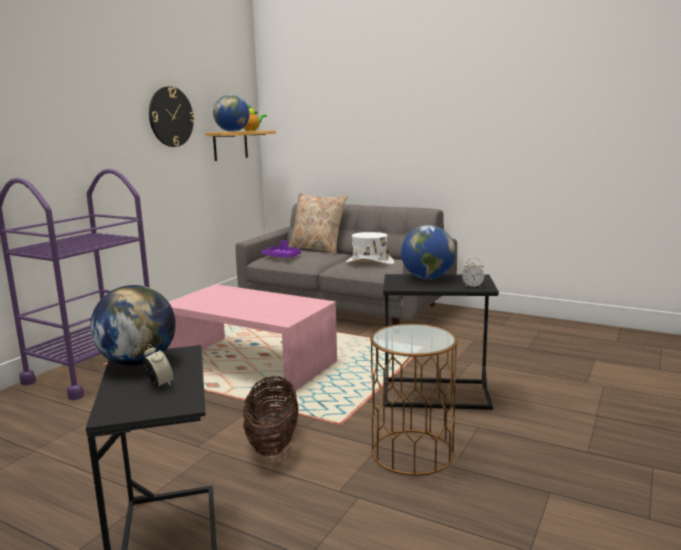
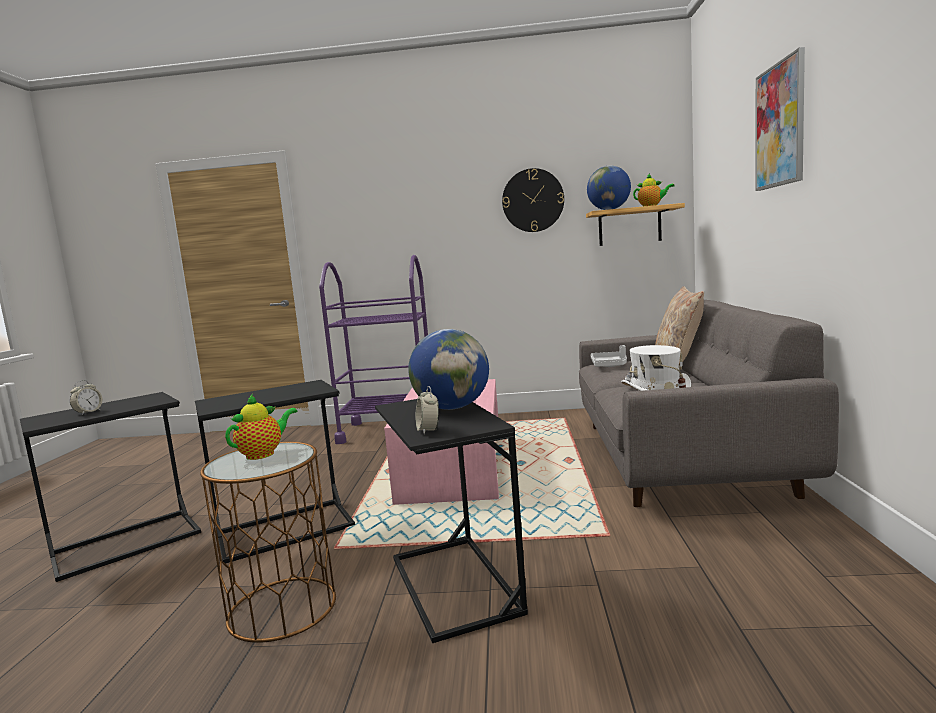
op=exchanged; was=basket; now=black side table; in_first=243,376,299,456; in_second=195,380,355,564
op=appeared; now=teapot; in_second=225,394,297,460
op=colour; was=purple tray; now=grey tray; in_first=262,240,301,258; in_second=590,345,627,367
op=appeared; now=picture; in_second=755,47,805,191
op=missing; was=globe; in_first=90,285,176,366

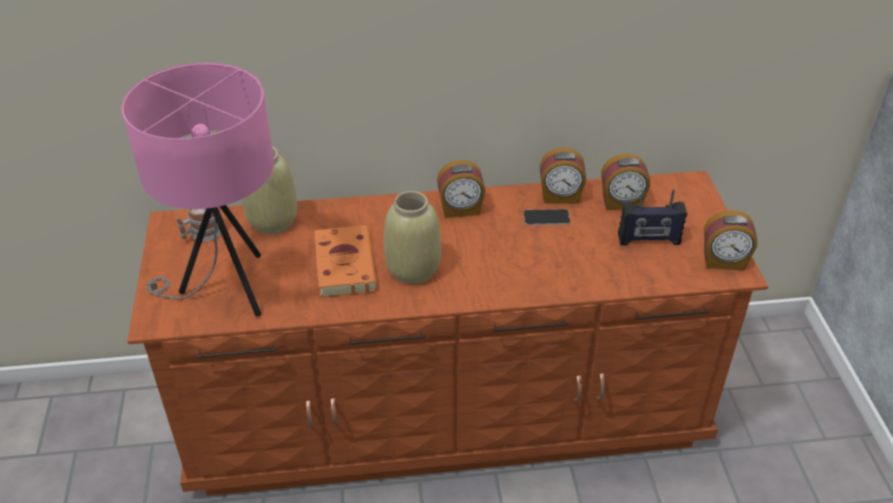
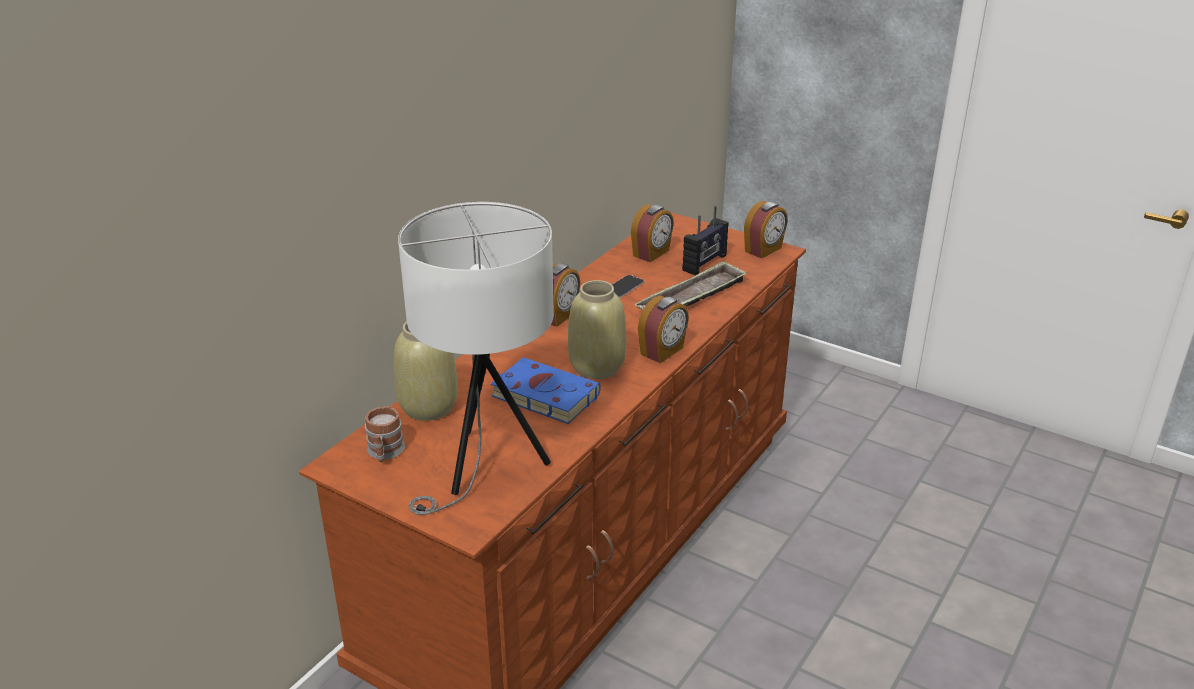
op=colour; was=pink table lamp; now=white table lamp; in_first=122,63,274,317; in_second=398,202,554,515
op=colour; was=orange book; now=blue book; in_first=314,225,377,298; in_second=491,357,601,424
op=appeared; now=tray; in_second=634,260,747,311
op=relocated; was=alarm clock; in_first=540,148,586,204; in_second=638,296,689,363

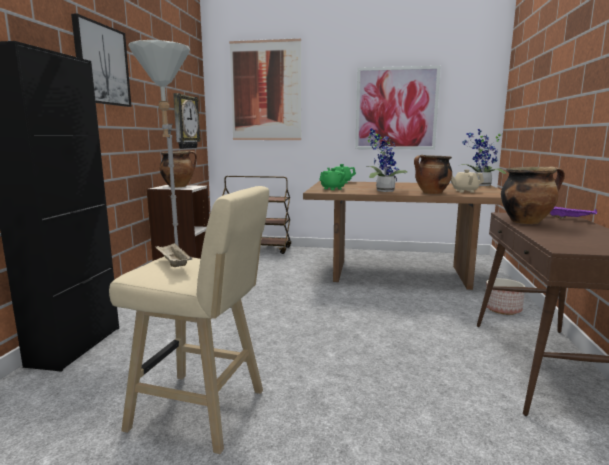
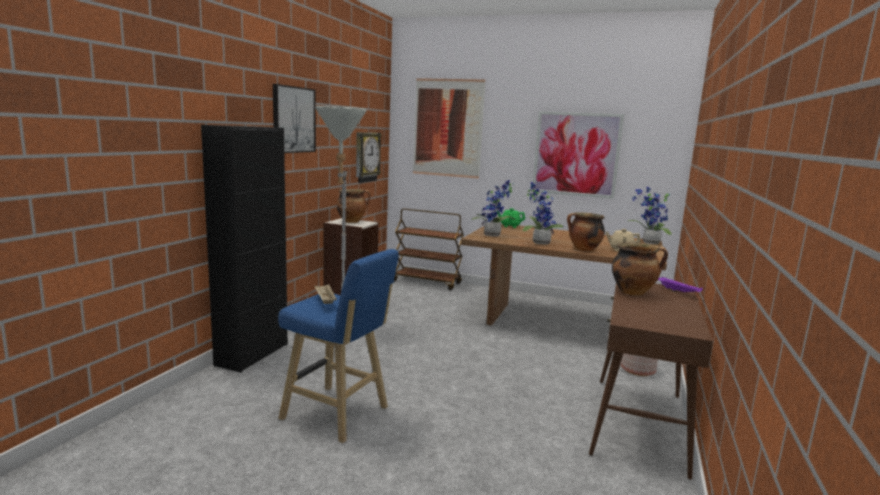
op=colour; was=beige stool; now=blue stool; in_first=109,186,269,454; in_second=278,249,399,443
op=exchanged; was=green teapot; now=potted plant; in_first=319,168,346,190; in_second=471,180,516,236

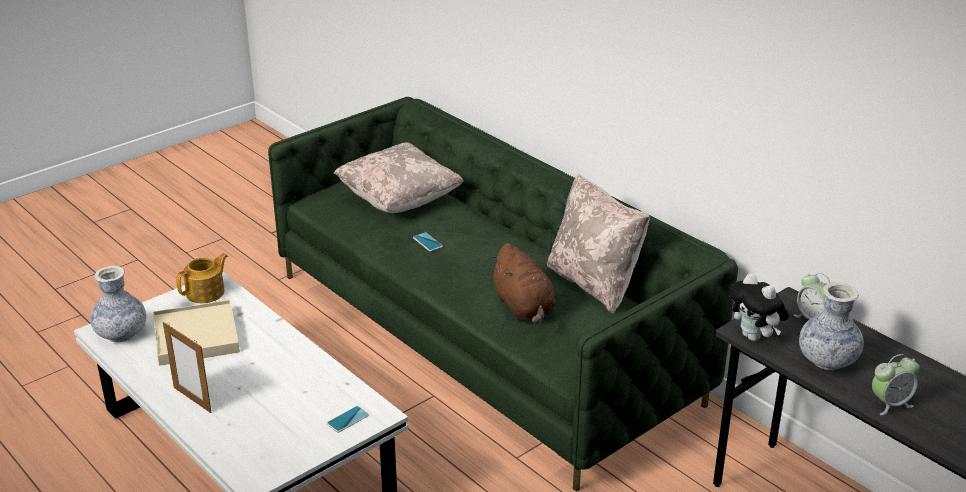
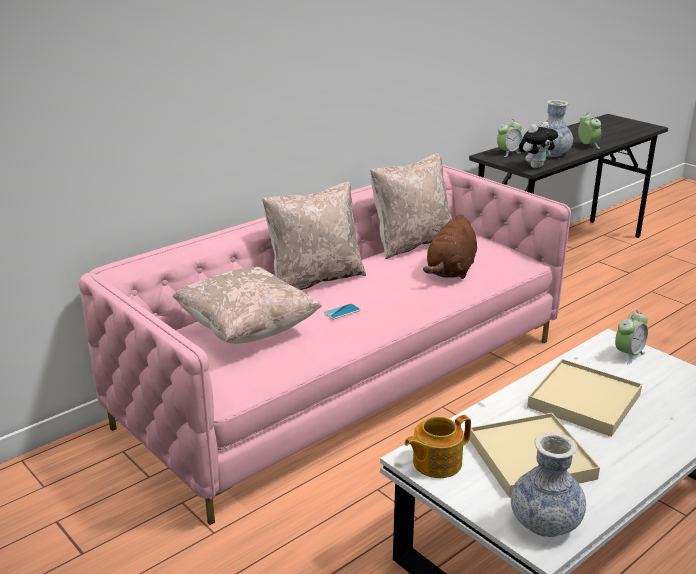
op=colour; was=green sofa; now=pink sofa; in_first=268,97,738,491; in_second=79,165,571,525
op=appeared; now=beige pillow; in_second=262,182,366,290
op=spun; was=teapot; in_first=176,253,228,303; in_second=405,415,471,478; clockwise=-75
op=spun; was=brown plush toy; in_first=490,243,556,325; in_second=423,214,477,279; clockwise=135
op=appeared; now=beige tray; in_second=527,359,642,437
op=exchanged; was=phone; now=alarm clock; in_first=327,406,369,432; in_second=615,310,648,364
op=missing; was=picture frame; in_first=163,322,212,413

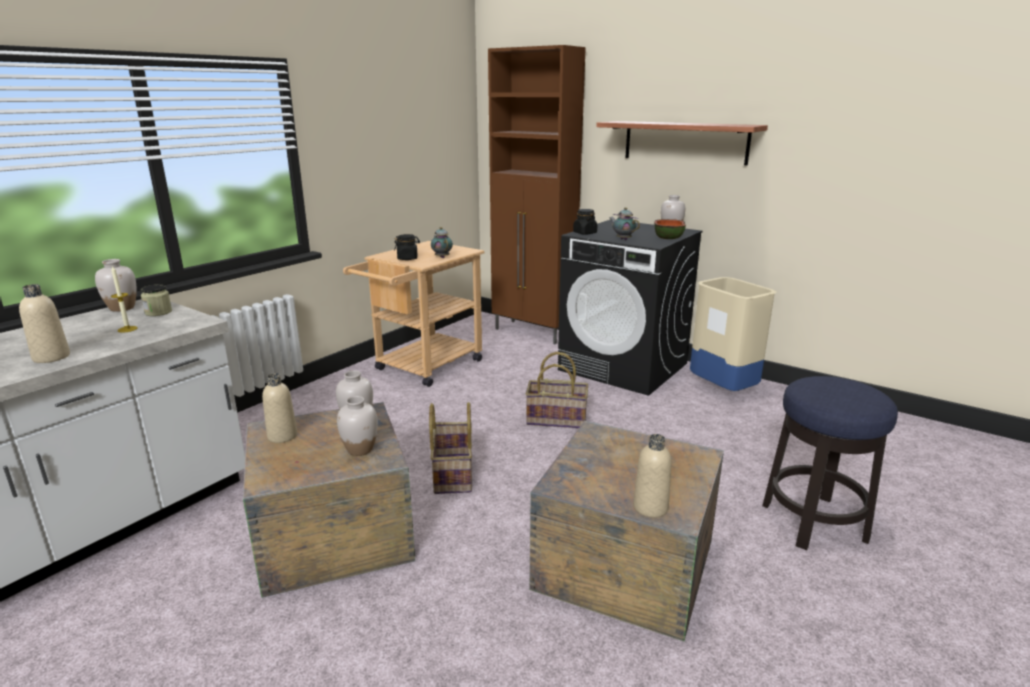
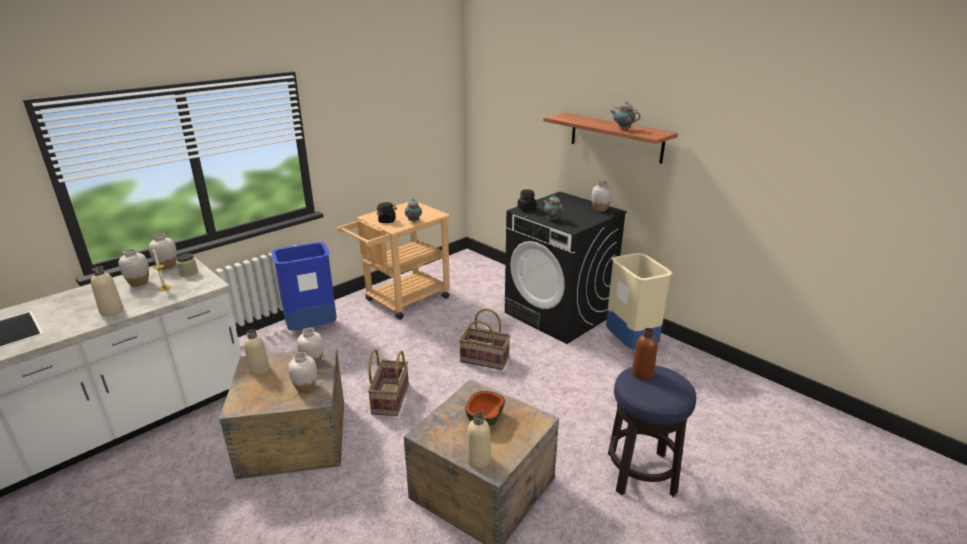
op=appeared; now=white vase; in_second=119,249,149,287
op=appeared; now=blue trash can; in_second=271,242,337,331
op=relocated; was=bowl; in_first=654,219,686,239; in_second=465,391,505,426
op=appeared; now=teapot; in_second=611,102,641,130
op=appeared; now=brown bottle; in_second=632,328,658,380
op=missing; was=brown cabinet; in_first=488,45,586,344

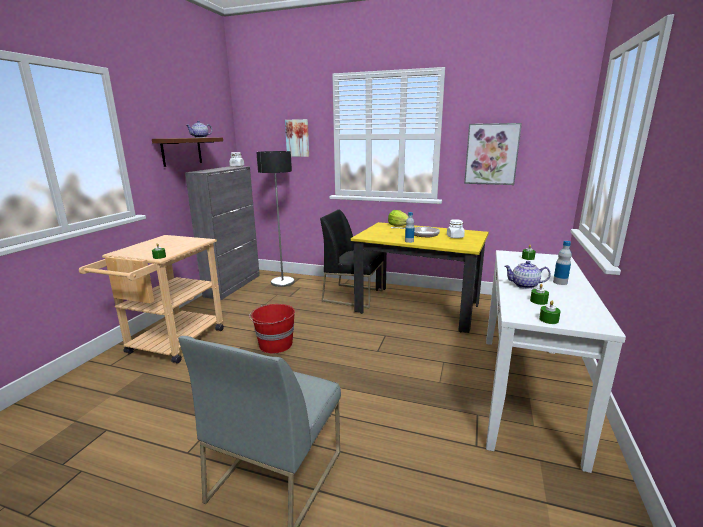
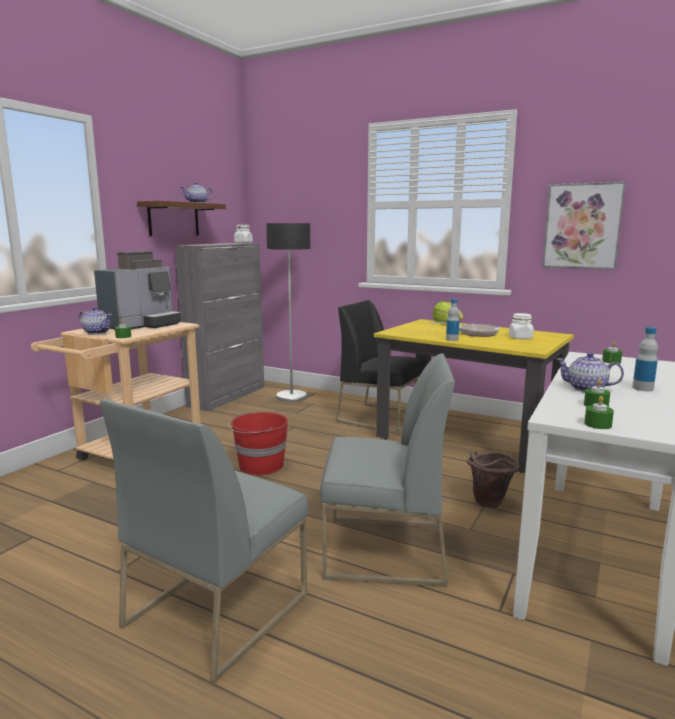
op=appeared; now=teapot; in_second=79,307,112,334
op=appeared; now=coffee machine; in_second=94,251,181,330
op=appeared; now=grey chair; in_second=320,354,455,587
op=appeared; now=brown bucket; in_second=467,451,520,508
op=missing; was=picture; in_first=285,119,309,157

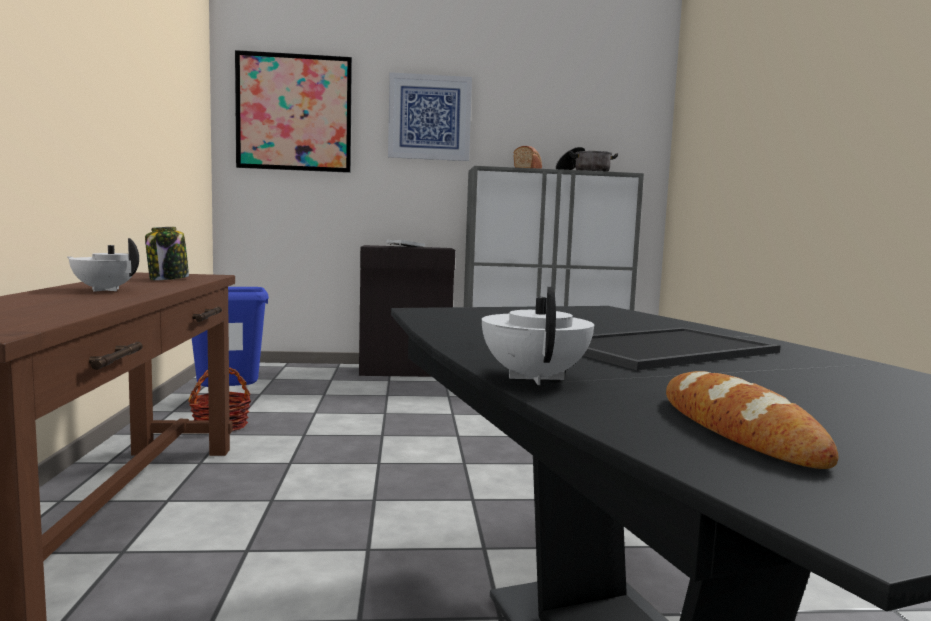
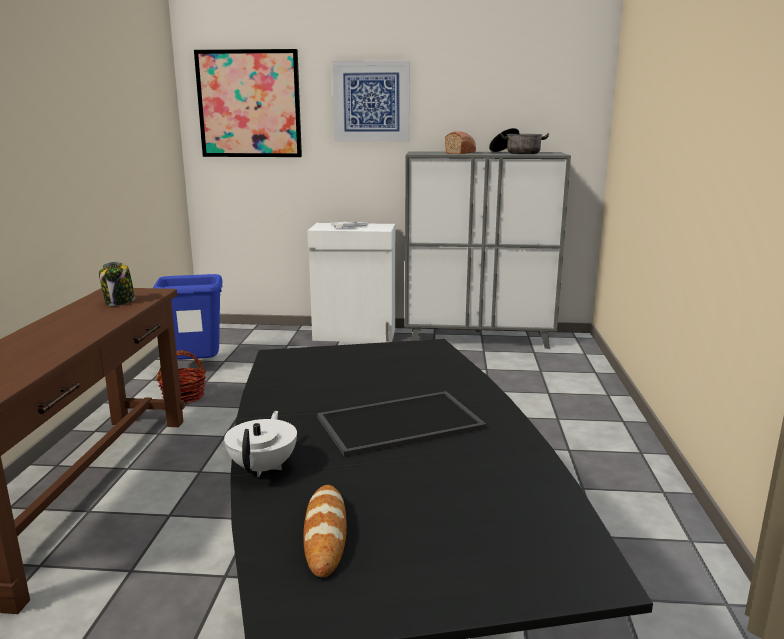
op=colour; was=black cabinet; now=white cabinet; in_first=359,245,455,377; in_second=307,223,395,343
op=missing; was=white teapot; in_first=67,238,139,292

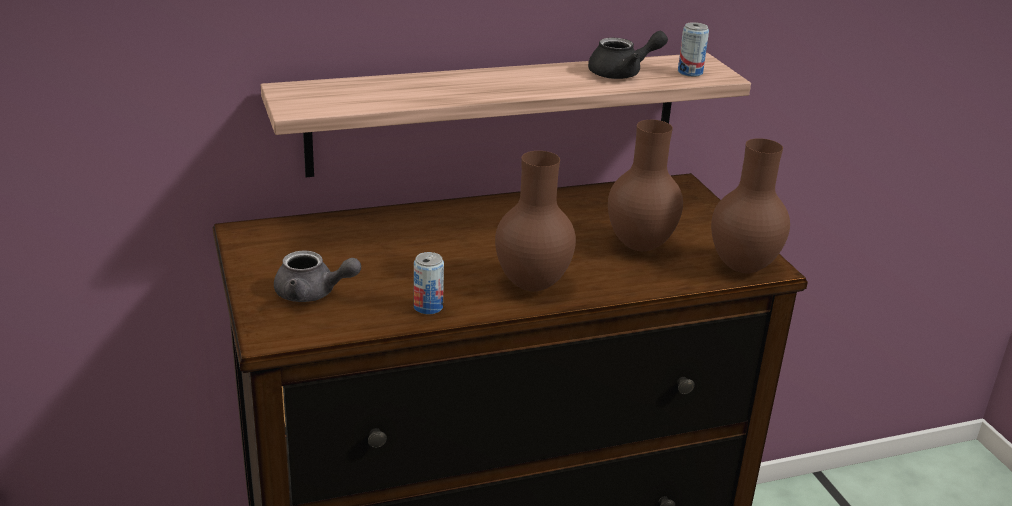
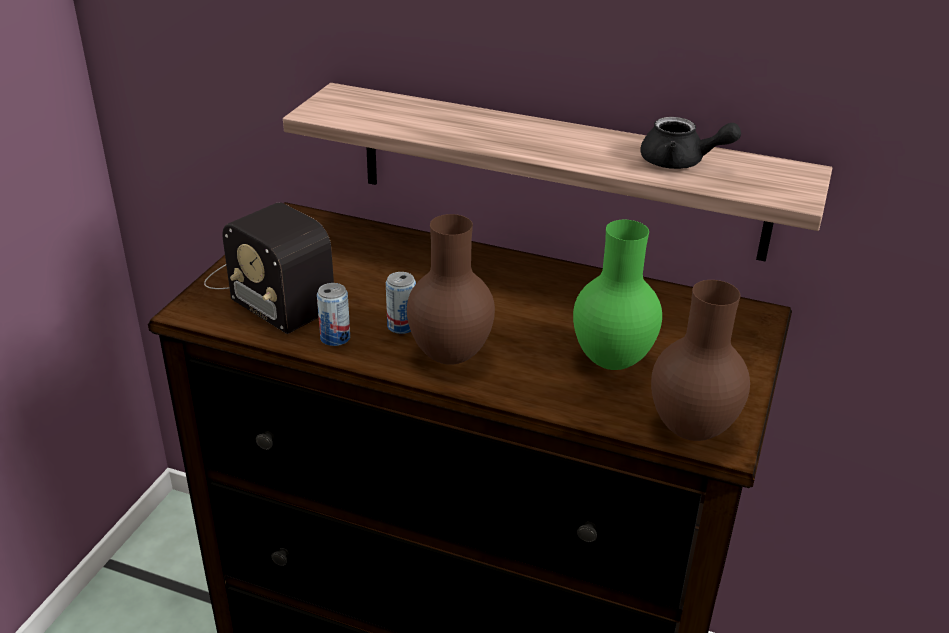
op=exchanged; was=grey teapot; now=radio; in_first=274,250,361,302; in_second=204,203,334,334
op=relocated; was=can; in_first=678,22,709,77; in_second=386,272,416,334
op=colour; was=brown vase; now=green vase; in_first=608,120,683,251; in_second=573,220,662,370

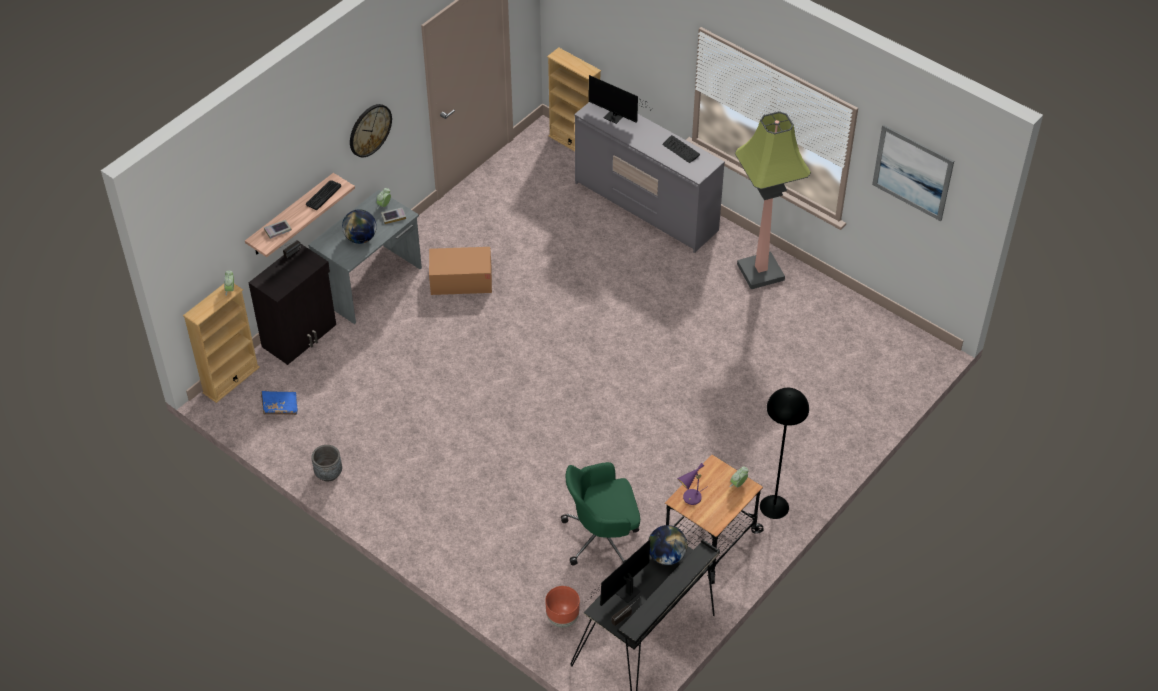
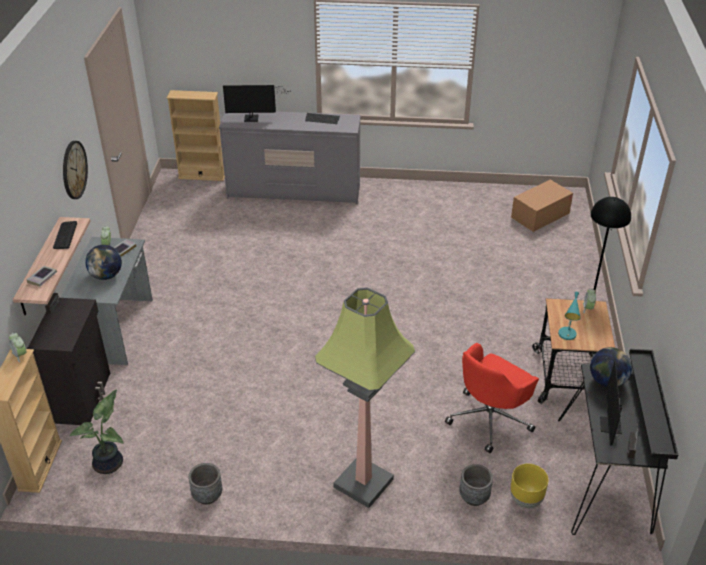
op=exchanged; was=blue book; now=potted plant; in_first=261,391,298,415; in_second=70,389,124,474
op=relocated; was=floor lamp; in_first=735,111,811,289; in_second=315,287,415,508
op=colour; was=green office chair; now=red office chair; in_first=561,462,640,565; in_second=445,343,539,453
op=appeared; now=grey planter; in_second=459,464,493,506
op=colour; was=brown planter; now=yellow planter; in_first=545,586,580,628; in_second=510,464,549,508
op=relocated; was=cardboard box; in_first=429,247,492,295; in_second=511,179,573,232
op=colour; was=purple table lamp; now=turquoise table lamp; in_first=677,463,707,505; in_second=558,292,581,340
op=missing; was=picture; in_first=872,124,954,221

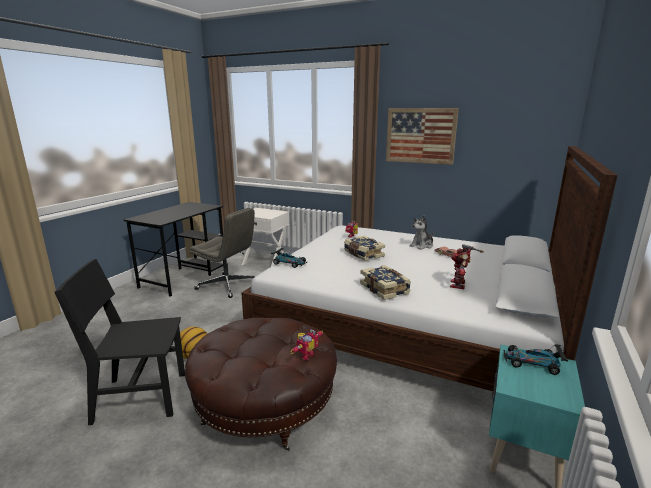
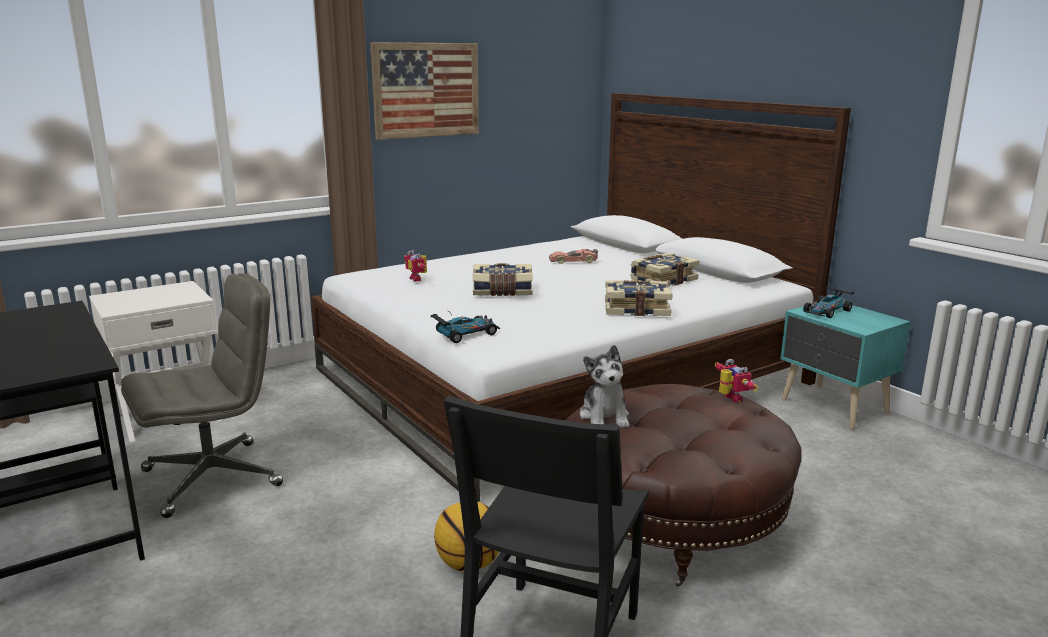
op=relocated; was=plush toy; in_first=410,216,434,250; in_second=580,345,629,428
op=exchanged; was=toy robot; now=book; in_first=450,244,484,289; in_second=630,253,699,286

